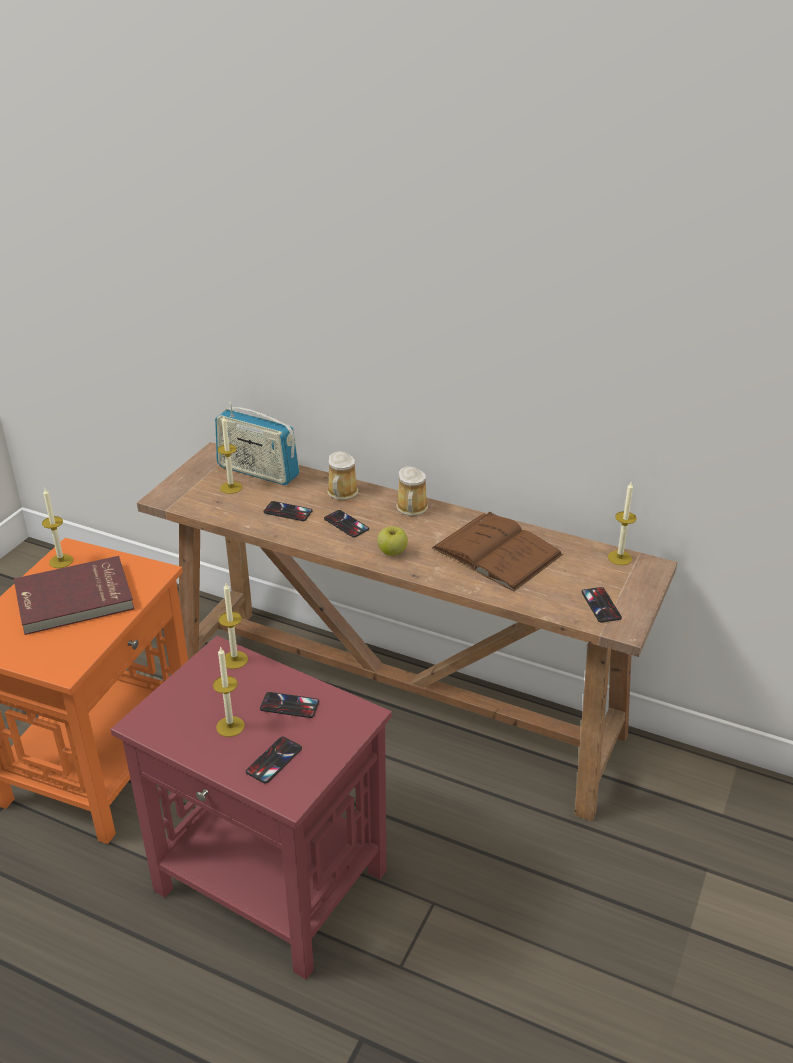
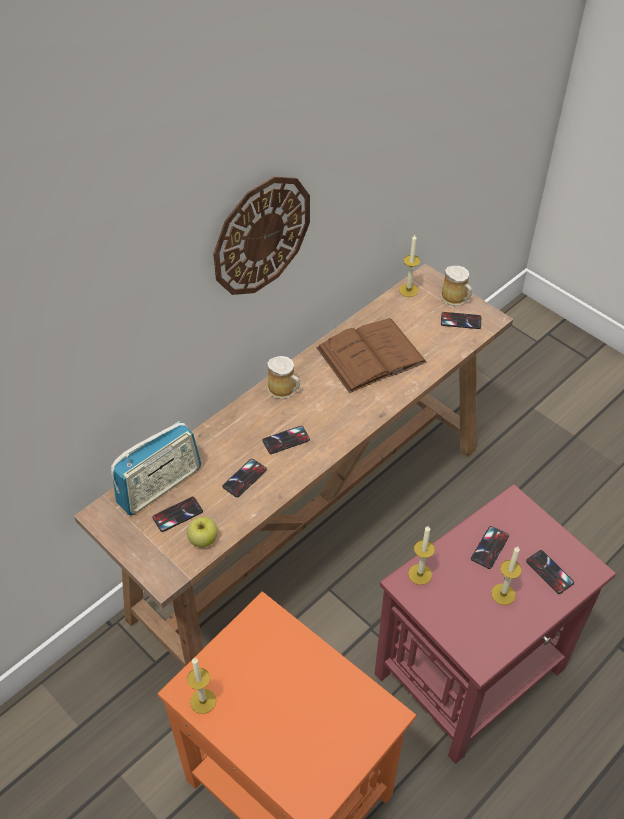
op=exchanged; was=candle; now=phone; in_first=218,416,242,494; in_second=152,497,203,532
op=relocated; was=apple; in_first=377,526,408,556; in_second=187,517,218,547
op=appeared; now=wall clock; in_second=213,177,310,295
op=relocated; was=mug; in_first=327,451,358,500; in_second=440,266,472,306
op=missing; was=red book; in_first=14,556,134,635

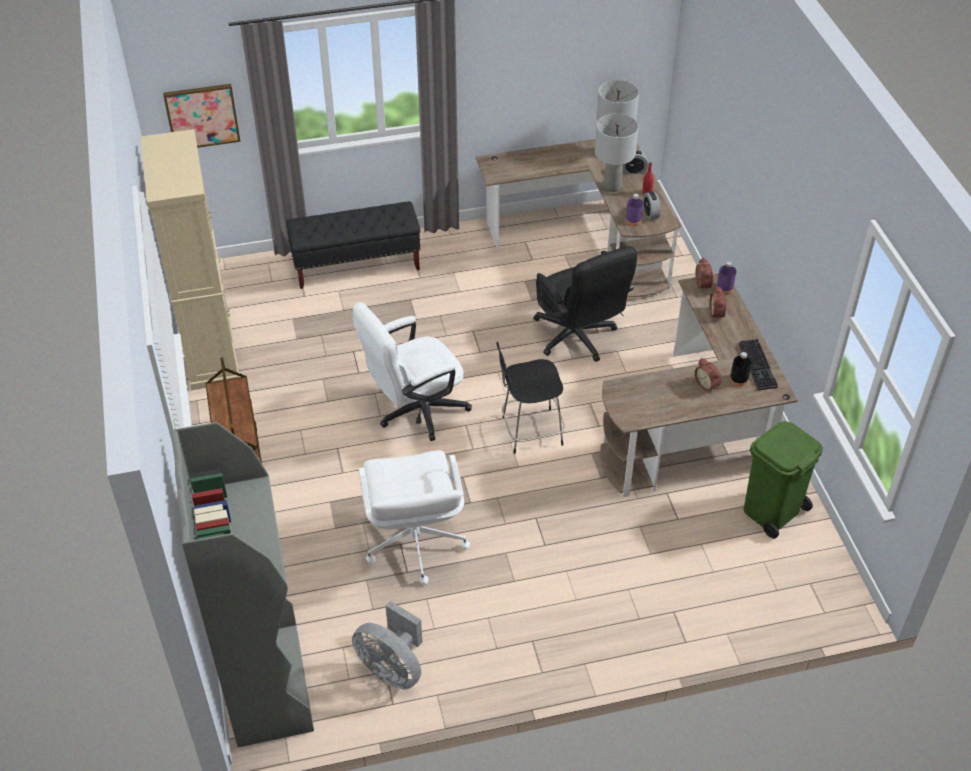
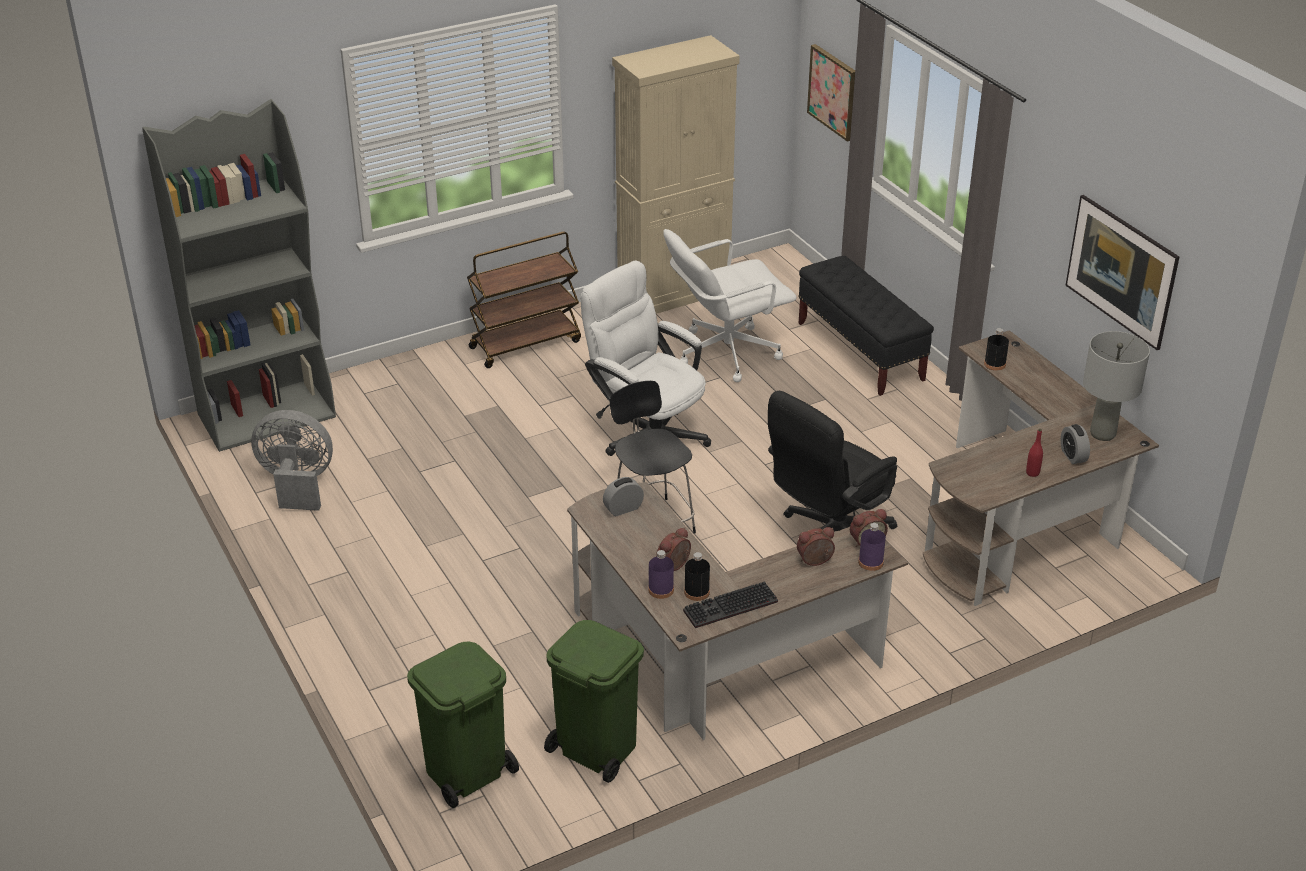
op=spun; was=grey fan; in_first=352,601,422,689; in_second=251,410,333,511; clockwise=75
op=appeared; now=green trash can; in_second=407,642,519,808
op=relocated; was=alarm clock; in_first=643,191,661,220; in_second=603,477,644,516
op=relocated; was=purple bottle; in_first=625,194,643,226; in_second=648,550,674,599
op=relocated; was=white office chair; in_first=359,450,470,585; in_second=663,229,797,382
op=appeared; now=black bottle; in_second=984,328,1009,371
op=appeared; now=picture; in_second=1065,195,1179,350
op=missing; was=grey table lamp; in_first=595,113,639,192

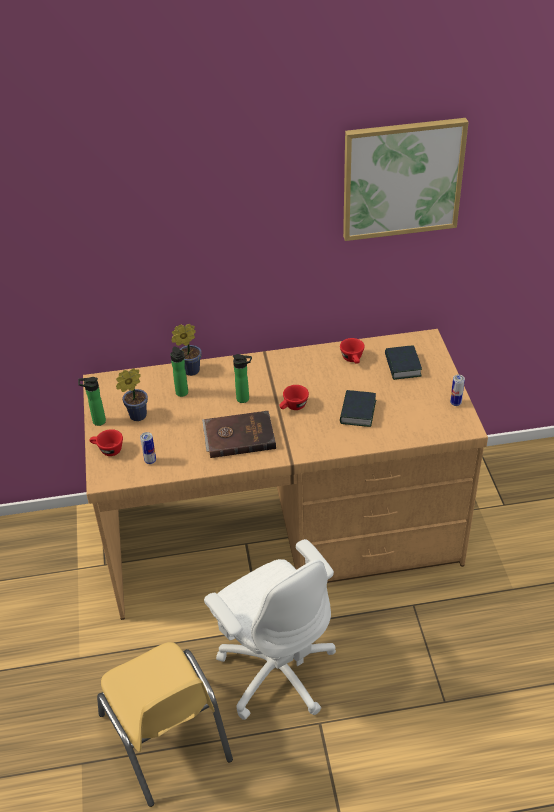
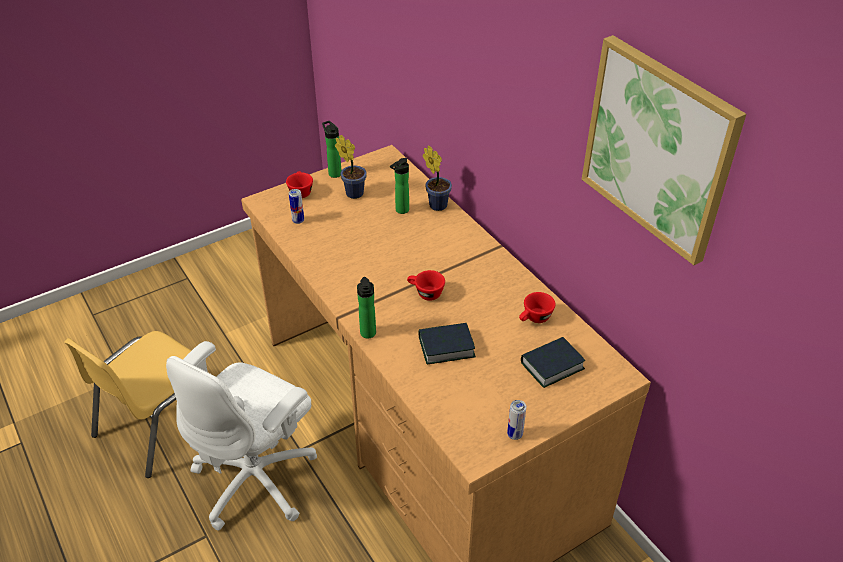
op=relocated; was=bottle; in_first=233,354,252,403; in_second=357,277,376,339
op=missing; was=brown book; in_first=202,411,276,458

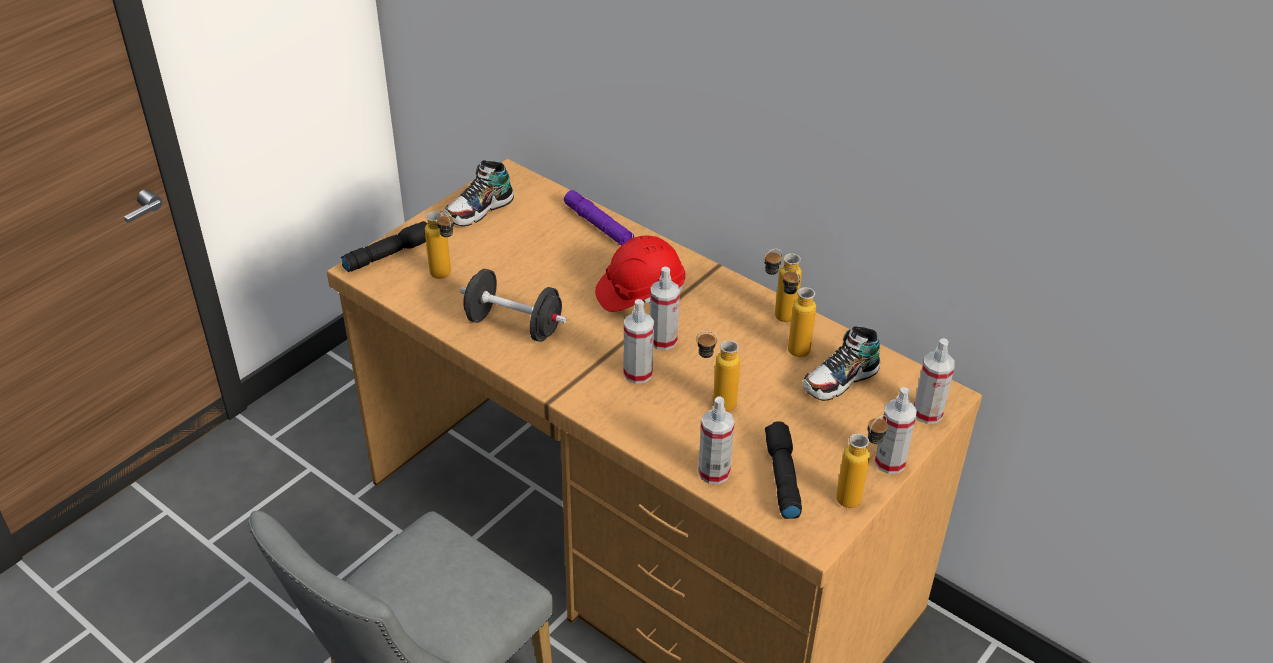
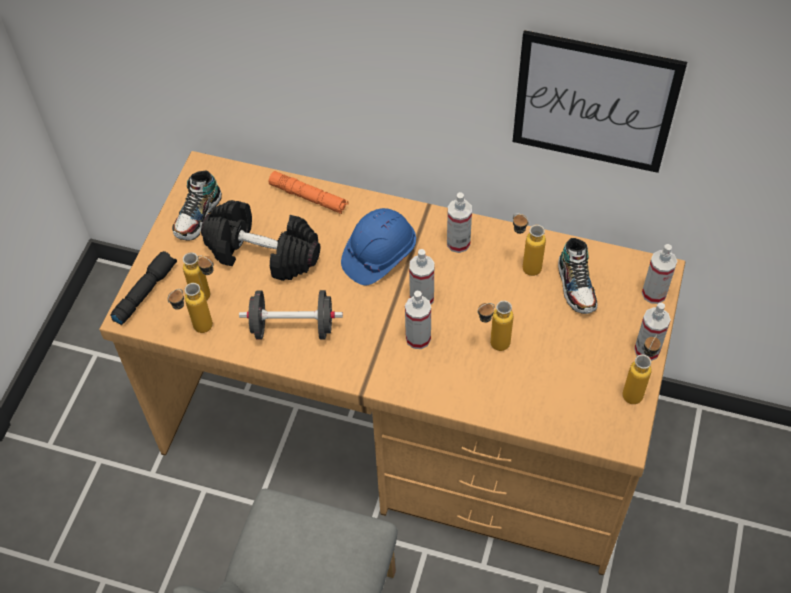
op=relocated; was=bottle; in_first=764,249,802,322; in_second=168,283,213,333
op=appeared; now=black dumbbell; in_second=201,200,320,281
op=colour; was=purple flashlight; now=orange flashlight; in_first=564,190,634,246; in_second=269,171,349,214
op=colour; was=red hard hat; now=blue hard hat; in_first=595,236,686,312; in_second=341,208,416,285
op=relocated; was=spray bottle; in_first=698,397,735,484; in_second=447,192,472,253
op=appeared; now=picture; in_second=513,30,687,173
op=spun; was=shoe; in_first=803,327,880,401; in_second=558,238,597,314; clockwise=-45
op=missing; was=black flashlight; in_first=765,421,802,519

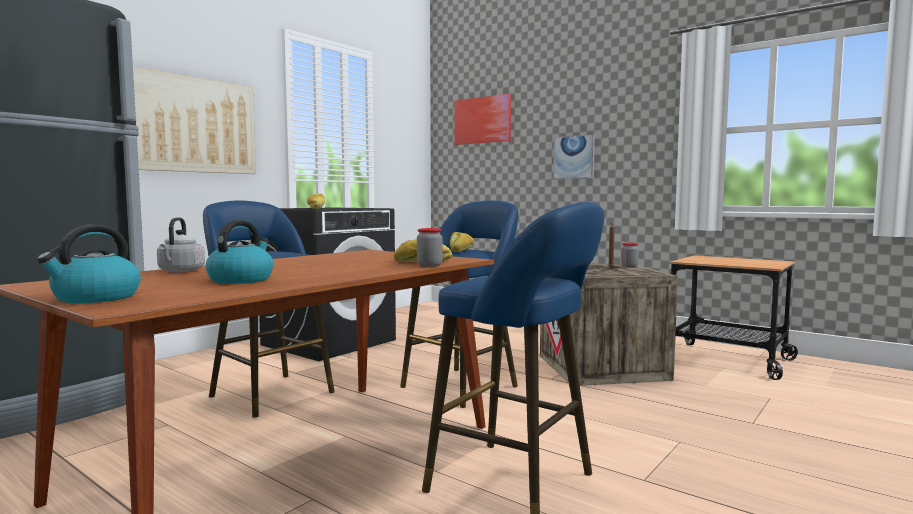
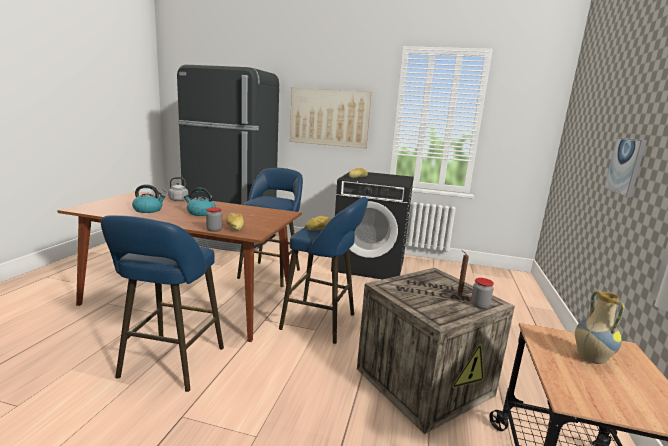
op=relocated; was=kettle; in_first=37,224,141,303; in_second=184,188,216,216
op=appeared; now=vase; in_second=575,290,625,364
op=missing; was=picture; in_first=454,93,511,145

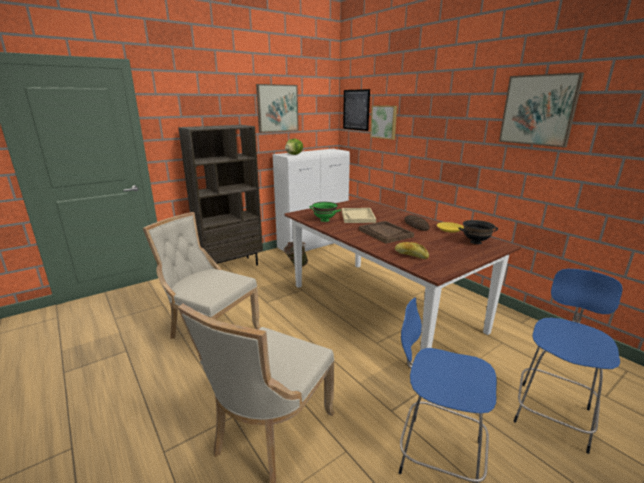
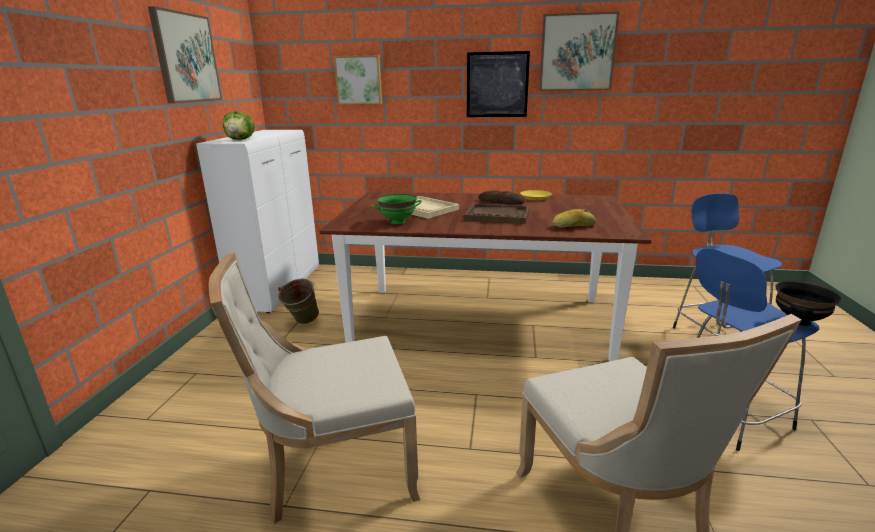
op=relocated; was=picture; in_first=343,89,370,131; in_second=467,51,530,117
op=relocated; was=black bowl; in_first=458,220,498,244; in_second=776,281,842,326
op=missing; was=brown bookcase; in_first=178,125,263,265

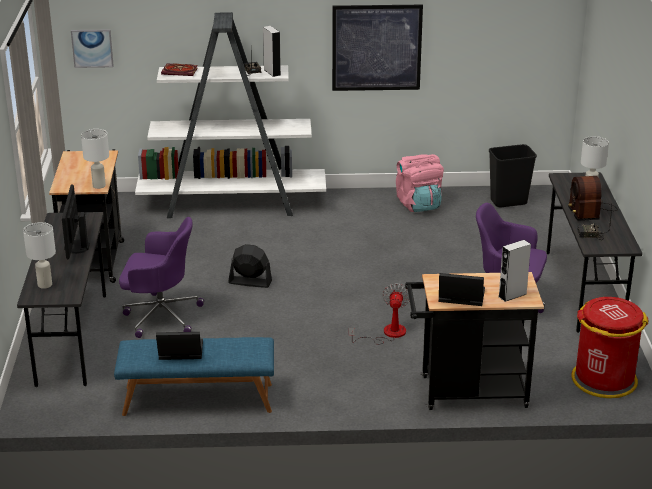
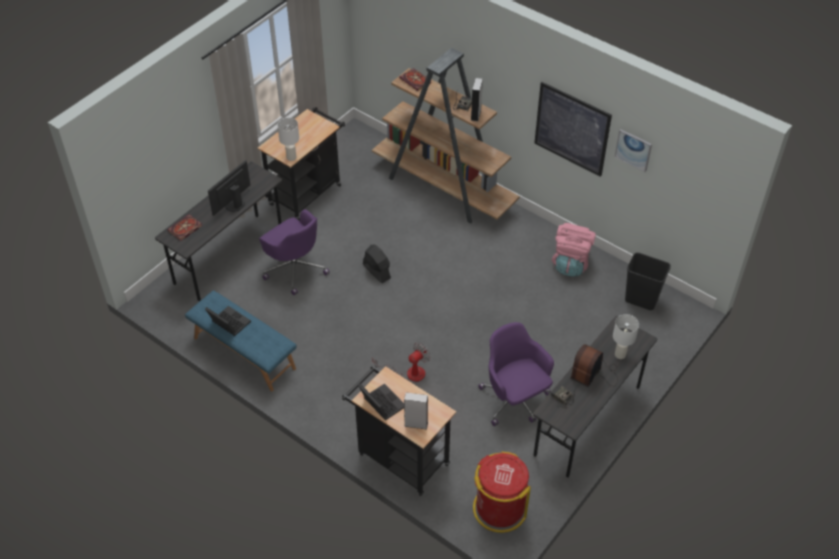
op=exchanged; was=white table lamp; now=book; in_first=23,222,56,289; in_second=167,214,202,241
op=colour; was=white bookcase; now=brown bookcase; in_first=135,12,326,218; in_second=372,48,520,223
op=relocated; was=picture; in_first=71,30,114,68; in_second=615,129,652,172

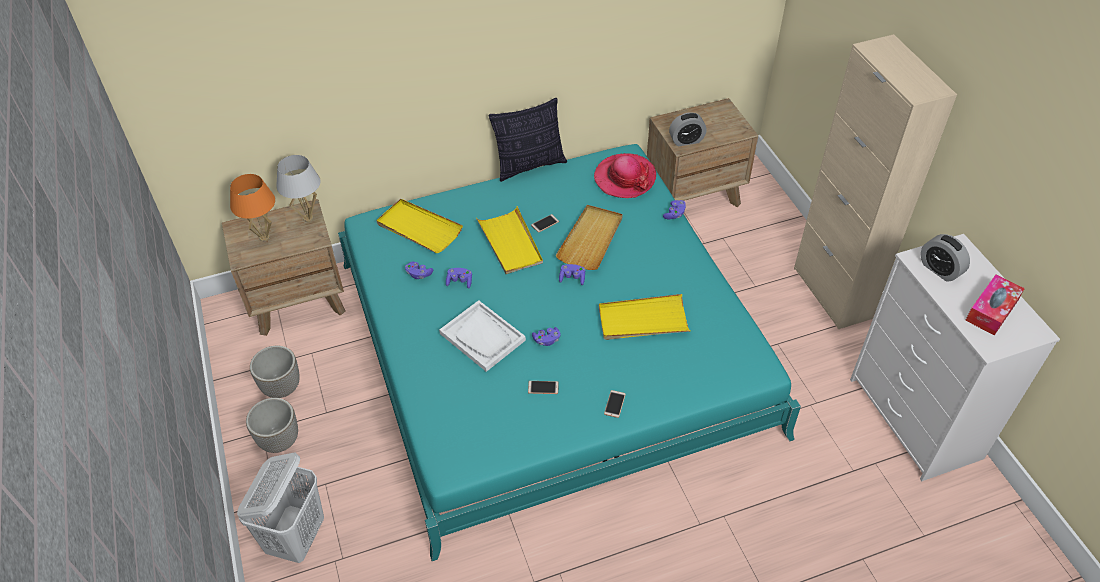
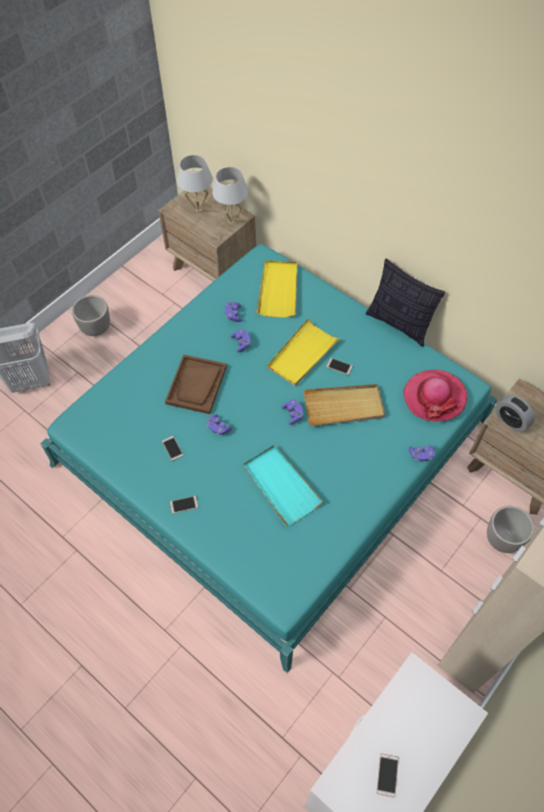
op=colour; was=white tray; now=brown tray; in_first=439,300,526,372; in_second=165,354,227,414
op=colour; was=orange table lamp; now=white table lamp; in_first=230,174,275,241; in_second=177,155,213,212
op=colour; was=yellow tray; now=turquoise tray; in_first=599,294,691,340; in_second=243,445,323,526
op=exchanged; was=tissue box; now=phone; in_first=965,275,1025,335; in_second=376,753,399,797
op=relocated; was=planter; in_first=250,346,300,398; in_second=487,506,534,553
op=missing; was=alarm clock; in_first=921,234,970,282

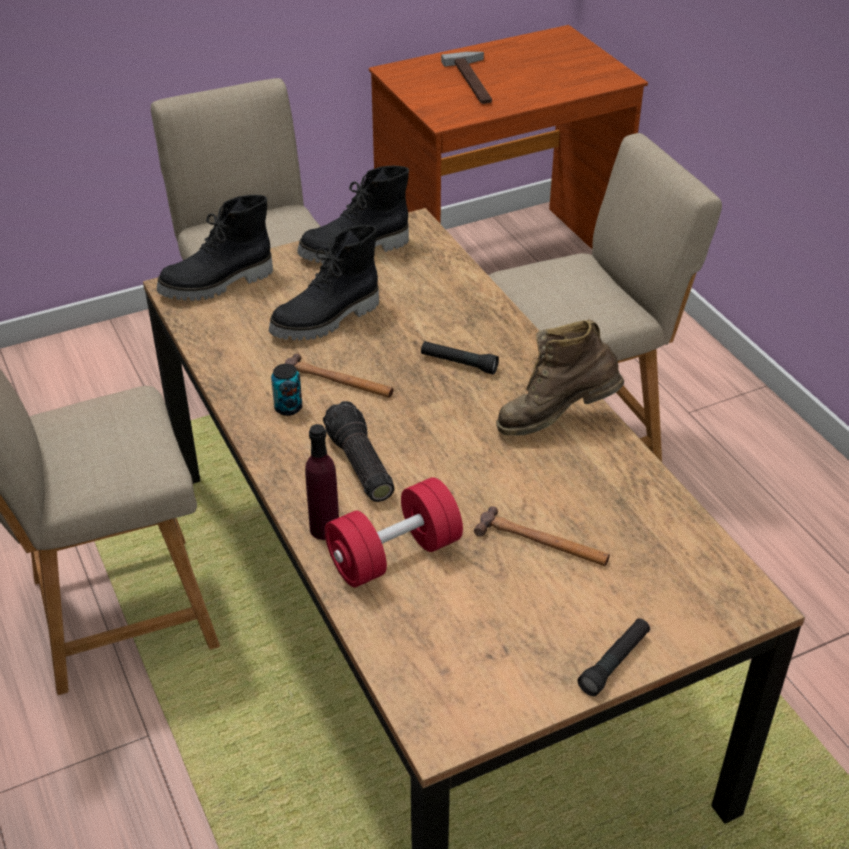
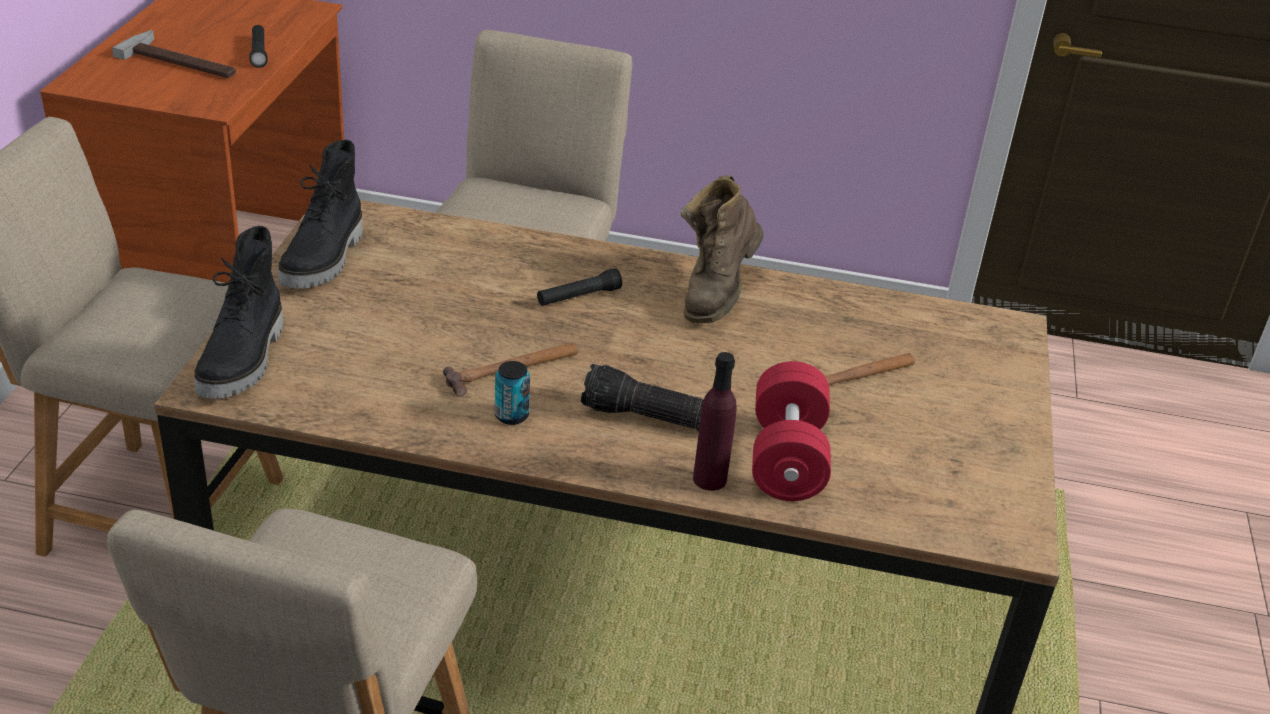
op=relocated; was=black flashlight; in_first=578,618,650,696; in_second=249,25,268,68
op=missing; was=black boot; in_first=269,225,379,340

